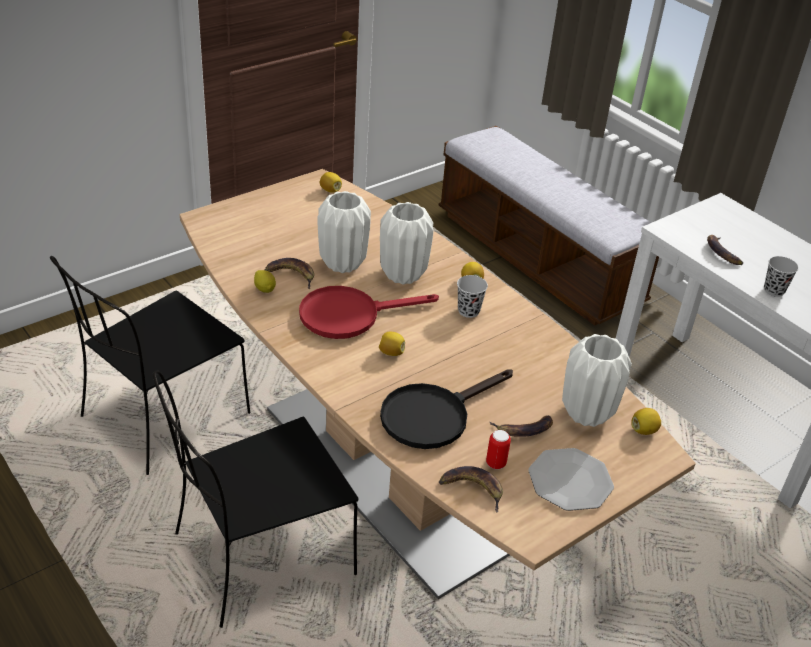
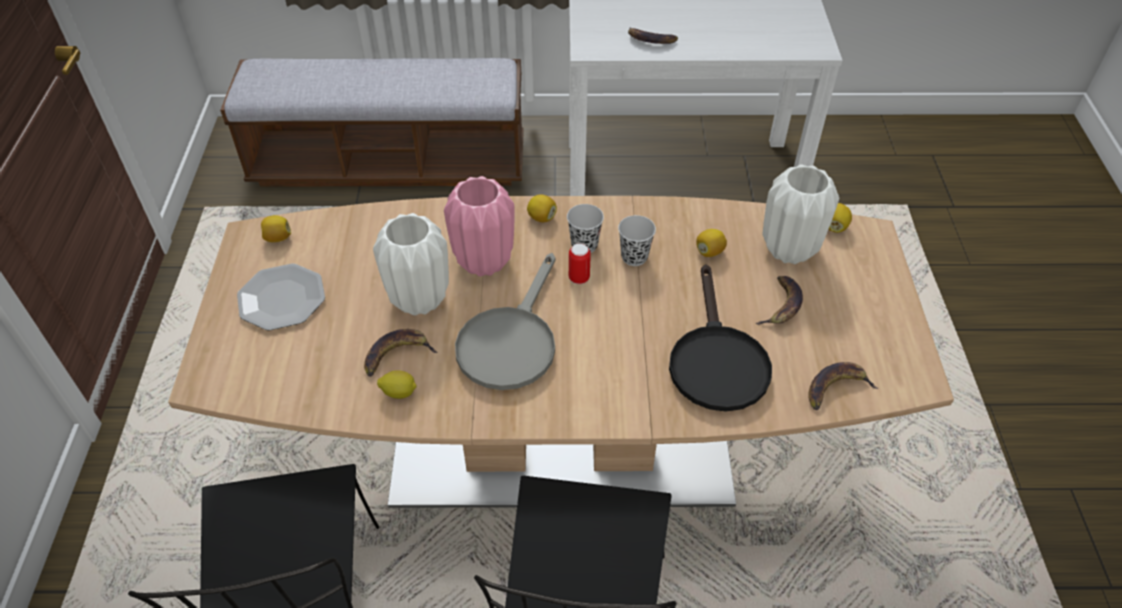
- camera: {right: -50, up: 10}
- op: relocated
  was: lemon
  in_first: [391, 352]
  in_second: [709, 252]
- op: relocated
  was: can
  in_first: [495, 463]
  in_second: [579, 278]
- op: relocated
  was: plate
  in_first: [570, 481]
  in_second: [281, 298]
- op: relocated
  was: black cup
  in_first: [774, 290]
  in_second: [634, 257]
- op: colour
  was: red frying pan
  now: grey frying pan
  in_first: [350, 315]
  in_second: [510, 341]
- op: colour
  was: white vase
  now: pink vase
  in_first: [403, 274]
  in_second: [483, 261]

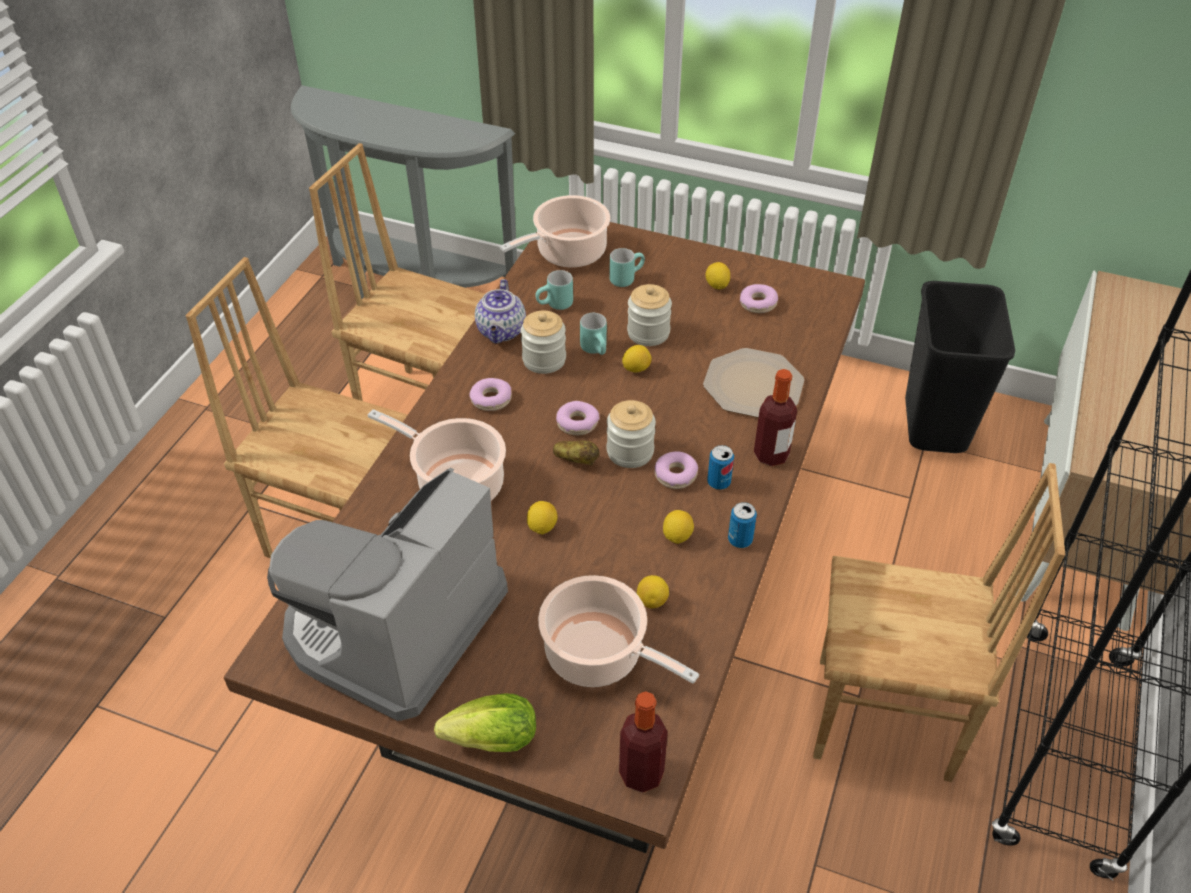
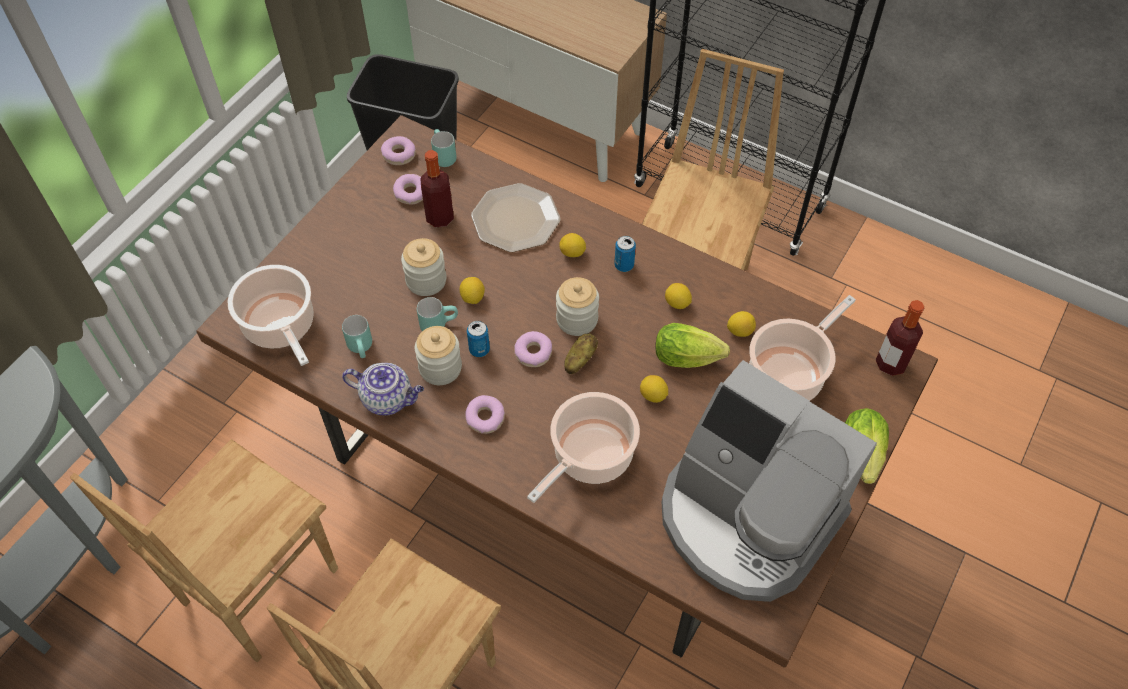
- camera: {right: -80, up: 10}
- op: appeared
  now: lettuce
  in_second: [690, 358]
- op: relocated
  was: turquoise mug
  in_first: [625, 278]
  in_second: [441, 156]
- op: relocated
  was: donut
  in_first: [675, 475]
  in_second: [399, 155]
- op: relocated
  was: lemon
  in_first: [717, 285]
  in_second: [572, 253]
- op: relocated
  was: can
  in_first: [740, 540]
  in_second: [479, 349]
- op: relocated
  was: bottle
  in_first: [771, 455]
  in_second: [440, 217]

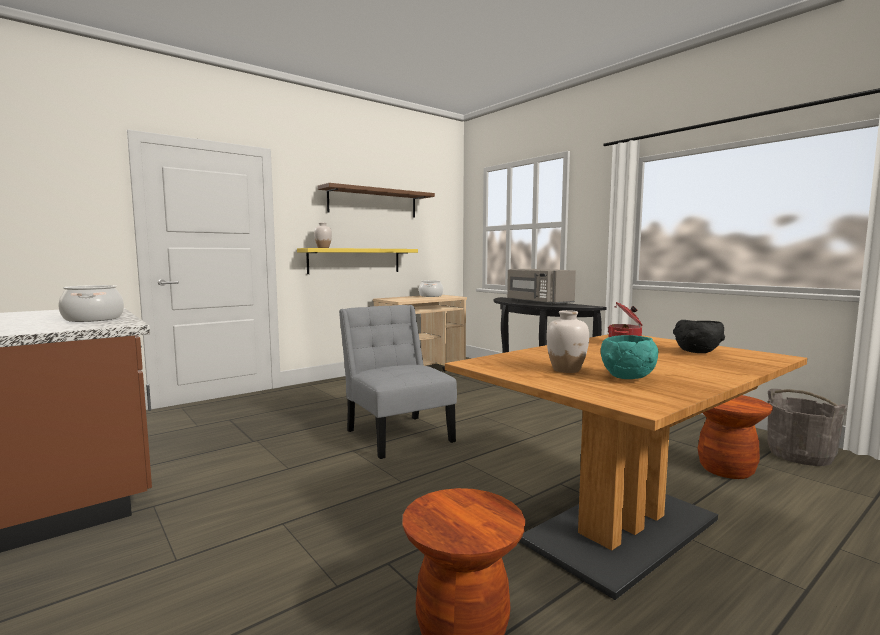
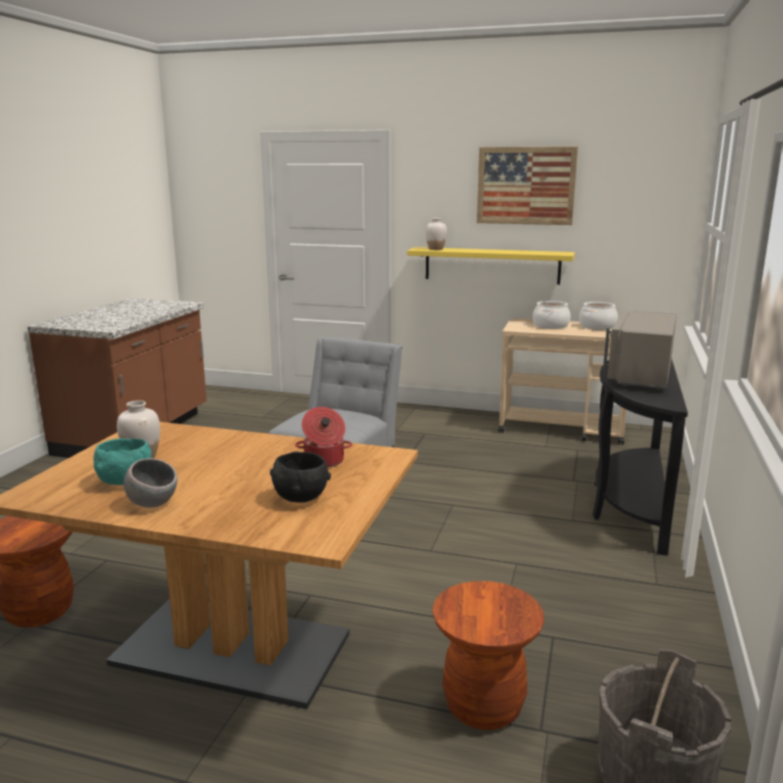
- camera: {right: 55, up: 10}
- op: appeared
  now: grey bowl
  in_second: [153, 504]
- op: relocated
  was: cooking pot
  in_first: [93, 319]
  in_second: [550, 326]
- op: exchanged
  was: brown shelf
  now: picture
  in_first: [373, 203]
  in_second: [526, 185]

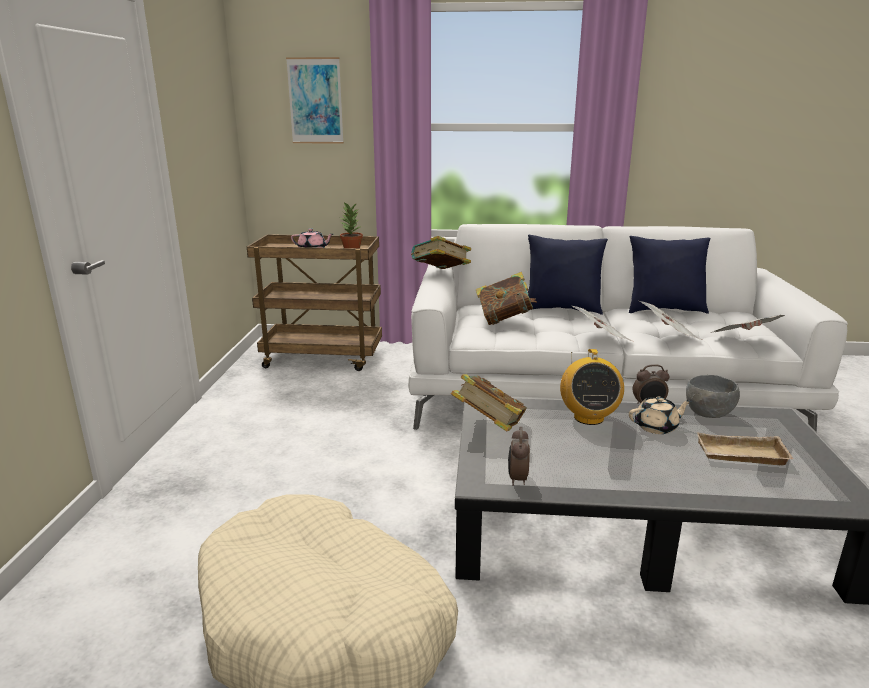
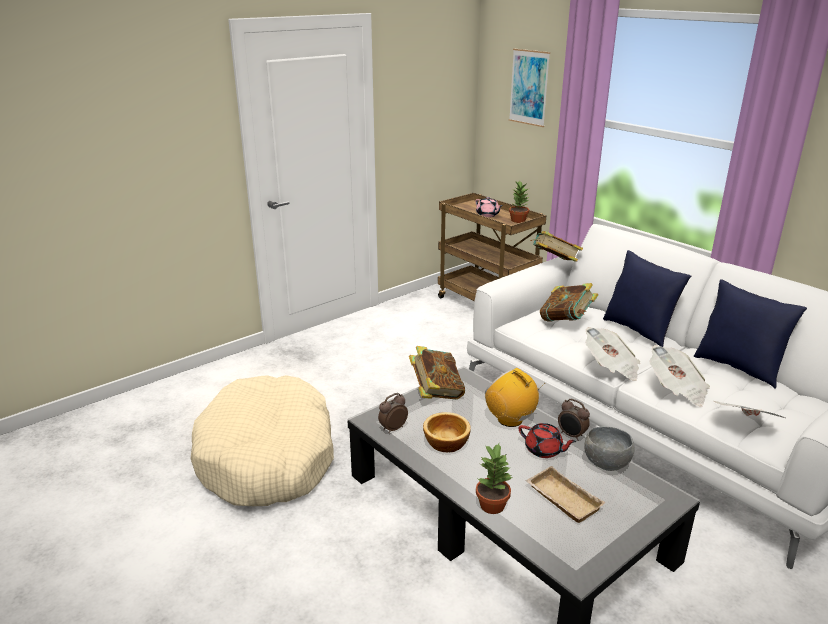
- camera: {right: 45, up: 5}
- op: appeared
  now: bowl
  in_second: [445, 442]
- op: appeared
  now: potted plant
  in_second: [492, 505]
- op: colour
  was: beige teapot
  now: red teapot
  in_first: [657, 427]
  in_second: [544, 450]
- op: spun
  was: radio
  in_first: [588, 417]
  in_second: [510, 419]
  clockwise: 90

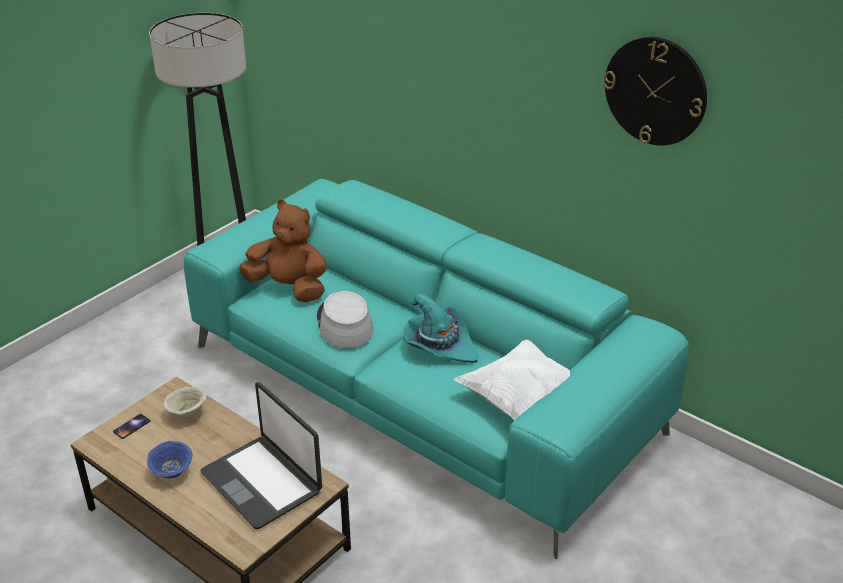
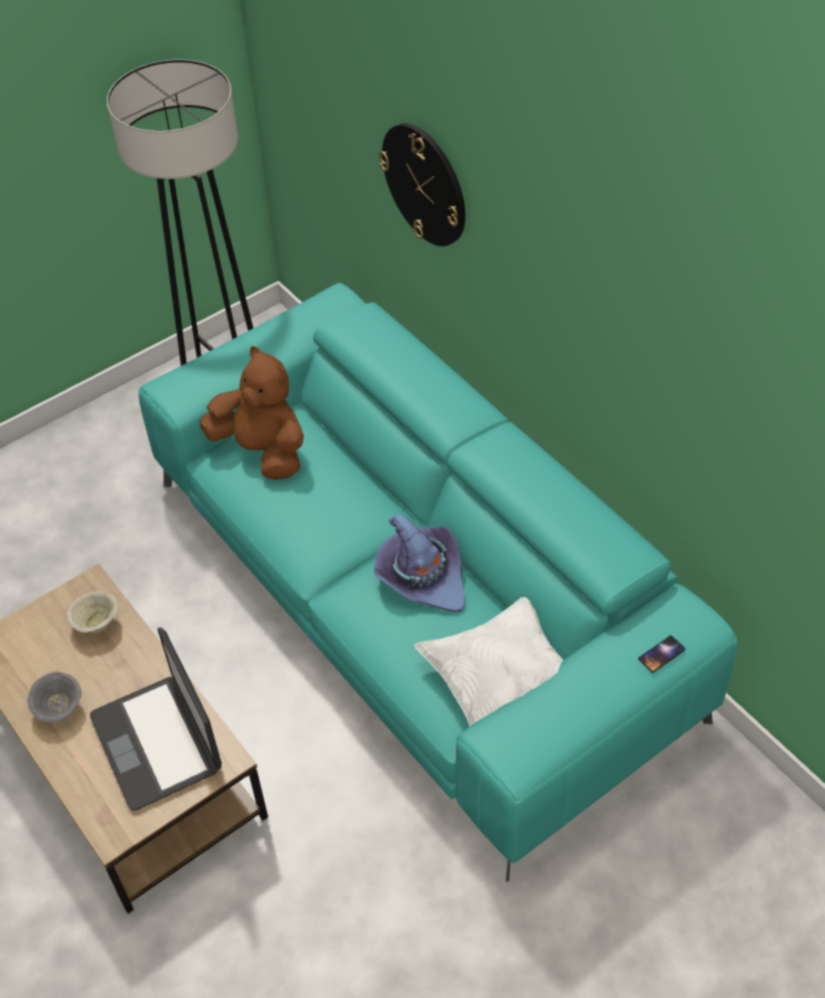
- camera: {right: 15, up: 15}
- op: missing
  was: grey hat
  in_first: [344, 324]
- op: relocated
  was: phone
  in_first: [131, 426]
  in_second: [661, 654]
- op: relocated
  was: wall clock
  in_first: [655, 91]
  in_second: [425, 184]
- op: colour
  was: blue bowl
  now: grey bowl
  in_first: [172, 472]
  in_second: [60, 708]
- op: colour
  was: turquoise hat
  now: purple hat
  in_first: [439, 345]
  in_second: [422, 576]

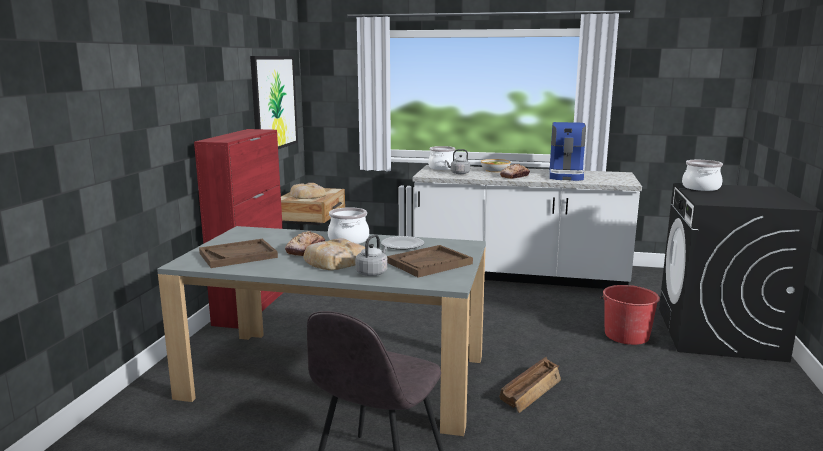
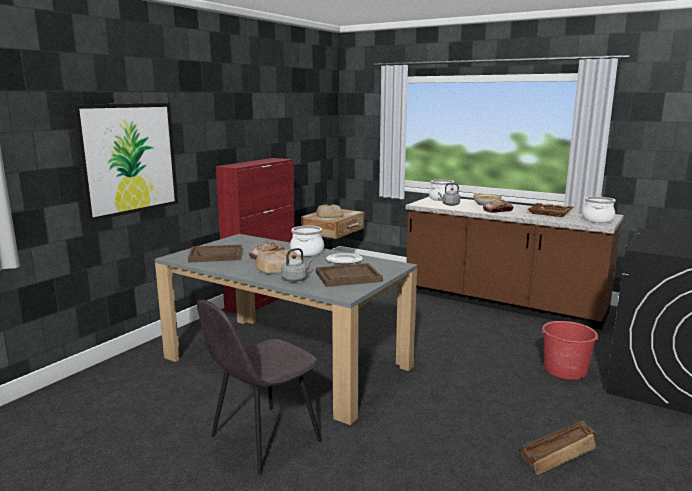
- camera: {right: 20, up: 0}
- op: relocated
  was: picture
  in_first: [274, 103]
  in_second: [128, 158]
- op: relocated
  was: crate
  in_first: [532, 390]
  in_second: [560, 453]
- op: relocated
  was: cooking pot
  in_first: [700, 188]
  in_second: [597, 220]
- op: exchanged
  was: coffee machine
  now: brown tray
  in_first: [566, 175]
  in_second: [550, 213]
- op: colour
  was: white counter
  now: brown counter
  in_first: [519, 275]
  in_second: [502, 303]

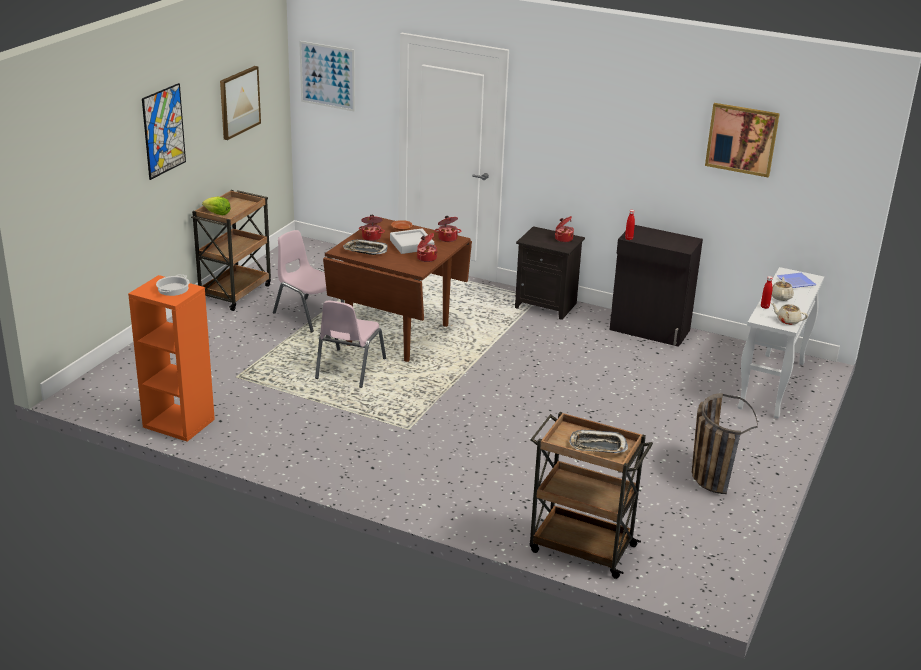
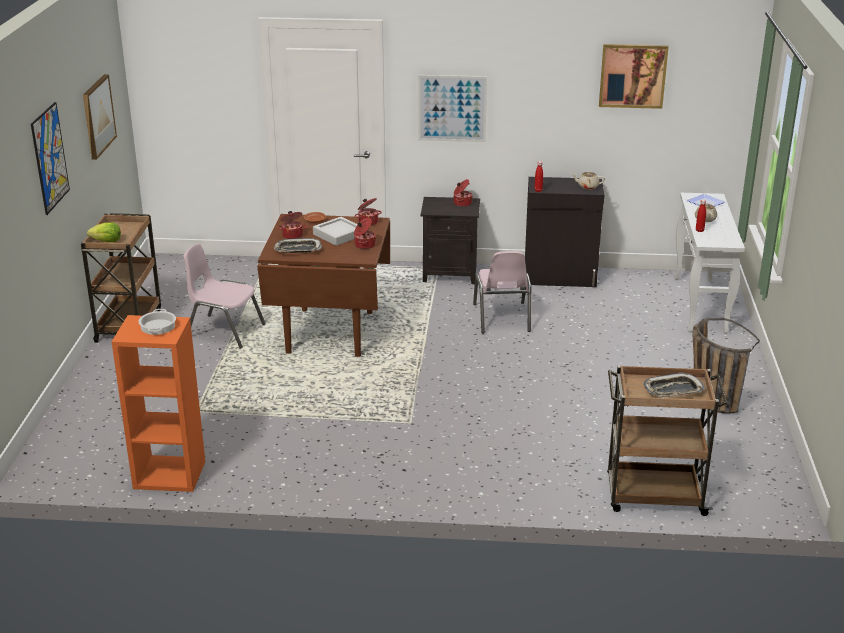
- camera: {right: -20, up: 0}
- op: relocated
  was: picture
  in_first: [327, 76]
  in_second: [452, 108]
- op: relocated
  was: pink chair
  in_first: [349, 368]
  in_second: [502, 318]
- op: relocated
  was: beige teapot
  in_first: [787, 321]
  in_second: [587, 186]

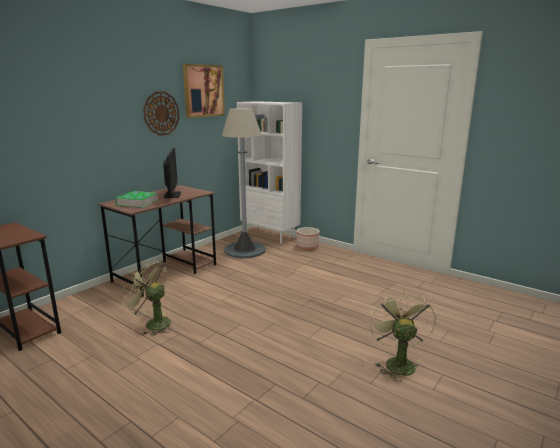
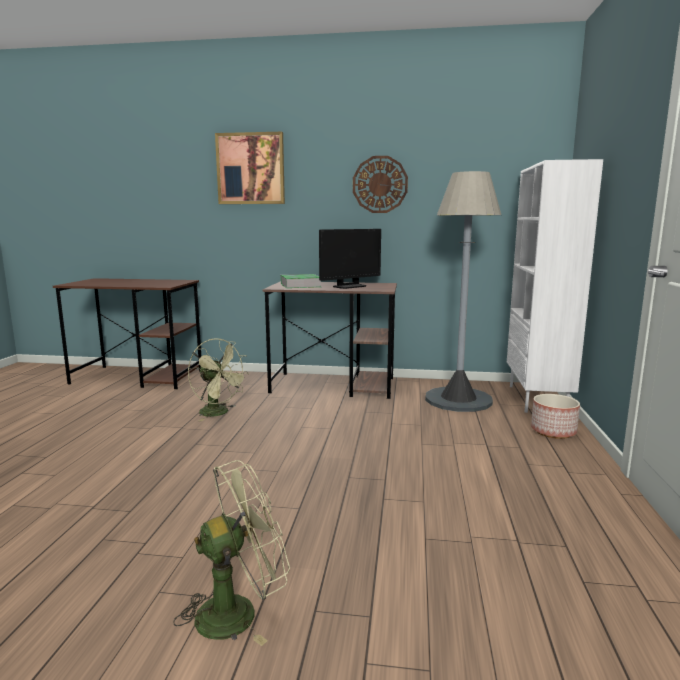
- camera: {right: 60, up: -5}
- op: relocated
  was: picture
  in_first: [203, 91]
  in_second: [251, 169]
- op: spun
  was: green fan
  in_first: [153, 323]
  in_second: [219, 413]
  clockwise: 135

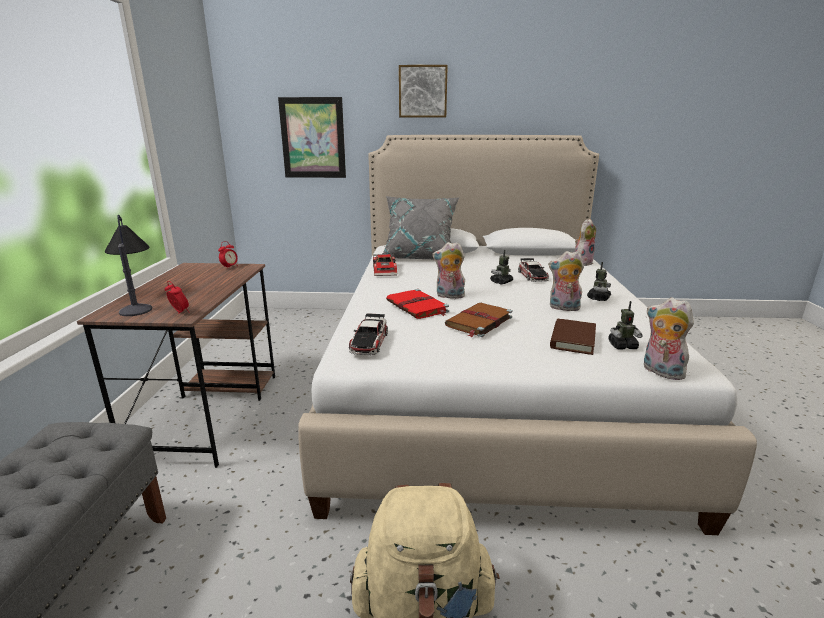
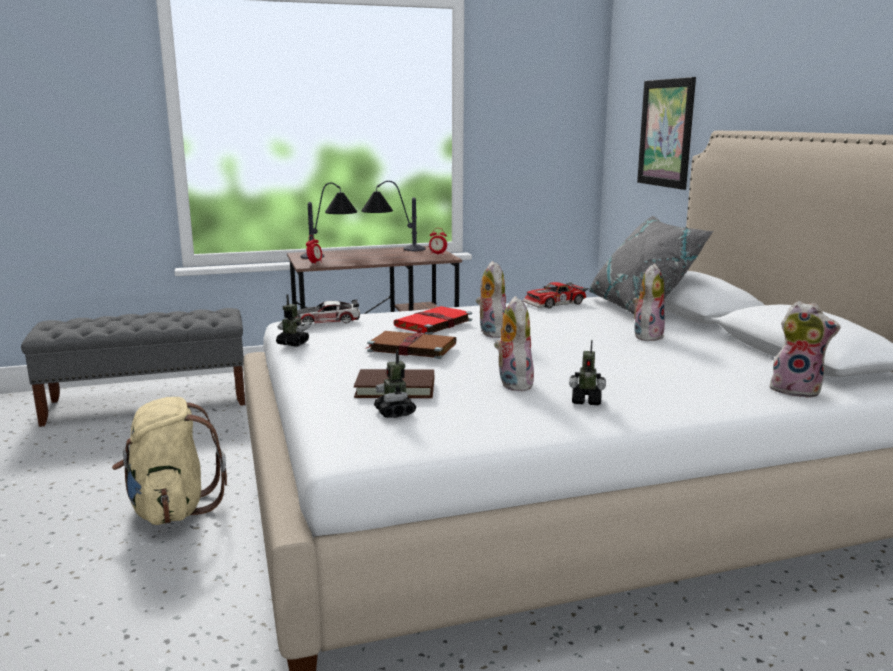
- camera: {right: 70, up: -5}
- op: missing
  was: picture
  in_first: [423, 91]
- op: missing
  was: toy car
  in_first: [532, 276]
- op: appeared
  now: table lamp
  in_second: [391, 249]
- op: relocated
  was: toy robot
  in_first: [501, 282]
  in_second: [293, 343]
- op: relocated
  was: plush toy
  in_first: [660, 372]
  in_second: [646, 335]

